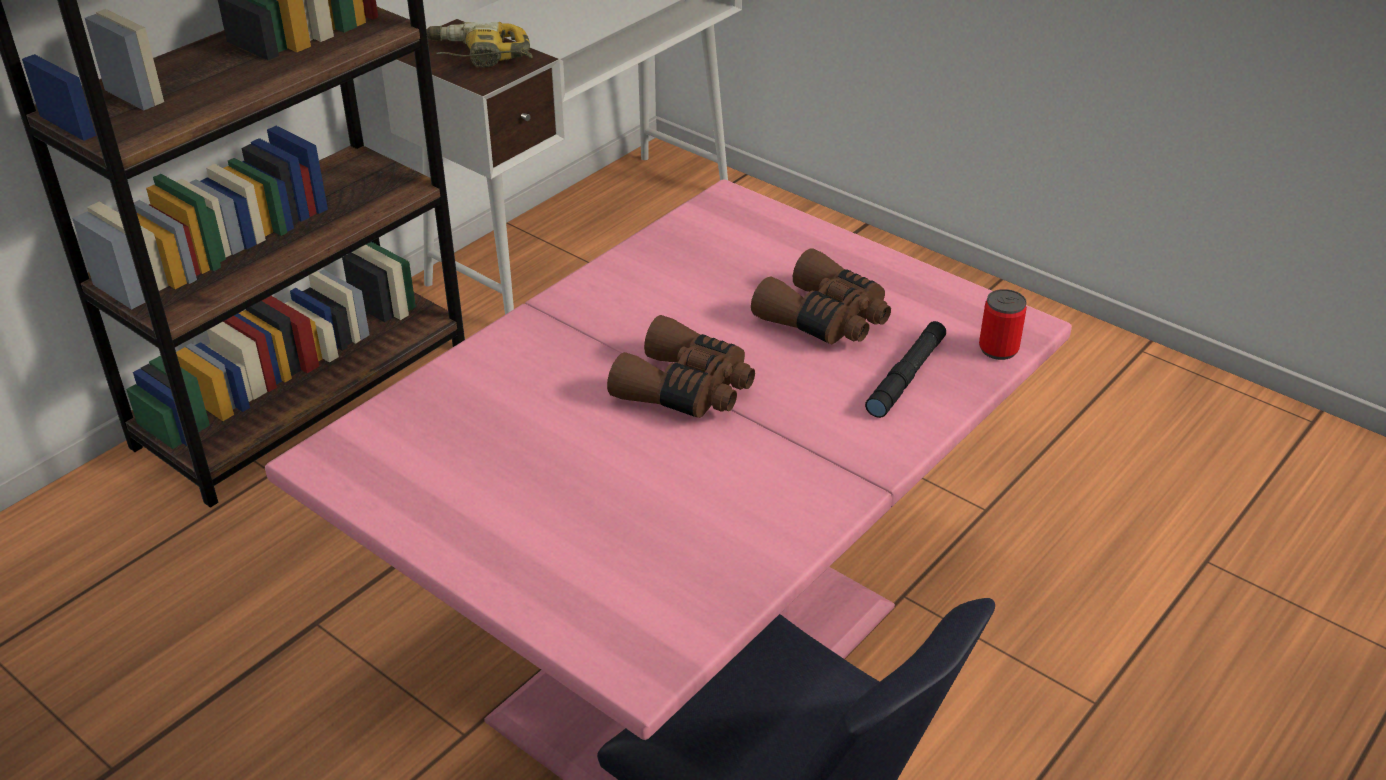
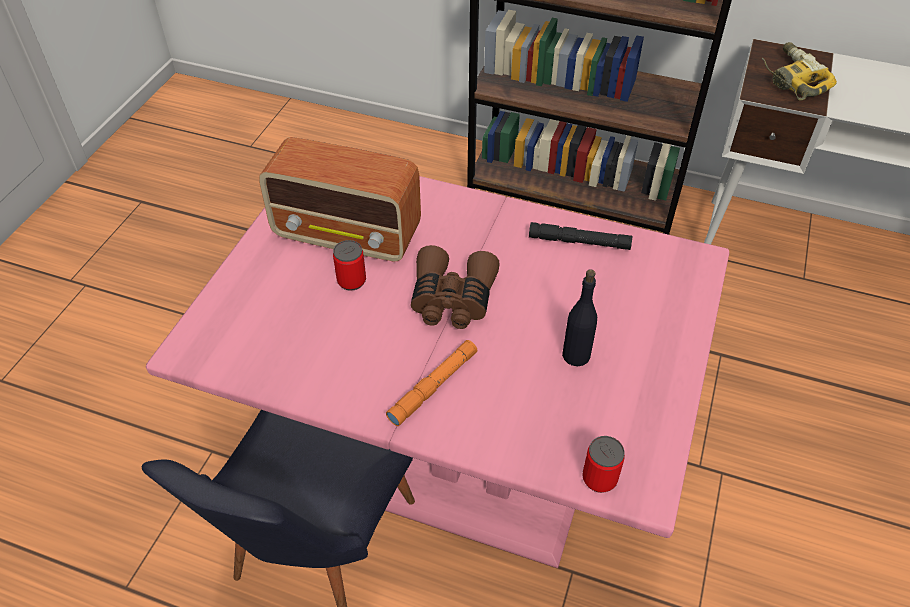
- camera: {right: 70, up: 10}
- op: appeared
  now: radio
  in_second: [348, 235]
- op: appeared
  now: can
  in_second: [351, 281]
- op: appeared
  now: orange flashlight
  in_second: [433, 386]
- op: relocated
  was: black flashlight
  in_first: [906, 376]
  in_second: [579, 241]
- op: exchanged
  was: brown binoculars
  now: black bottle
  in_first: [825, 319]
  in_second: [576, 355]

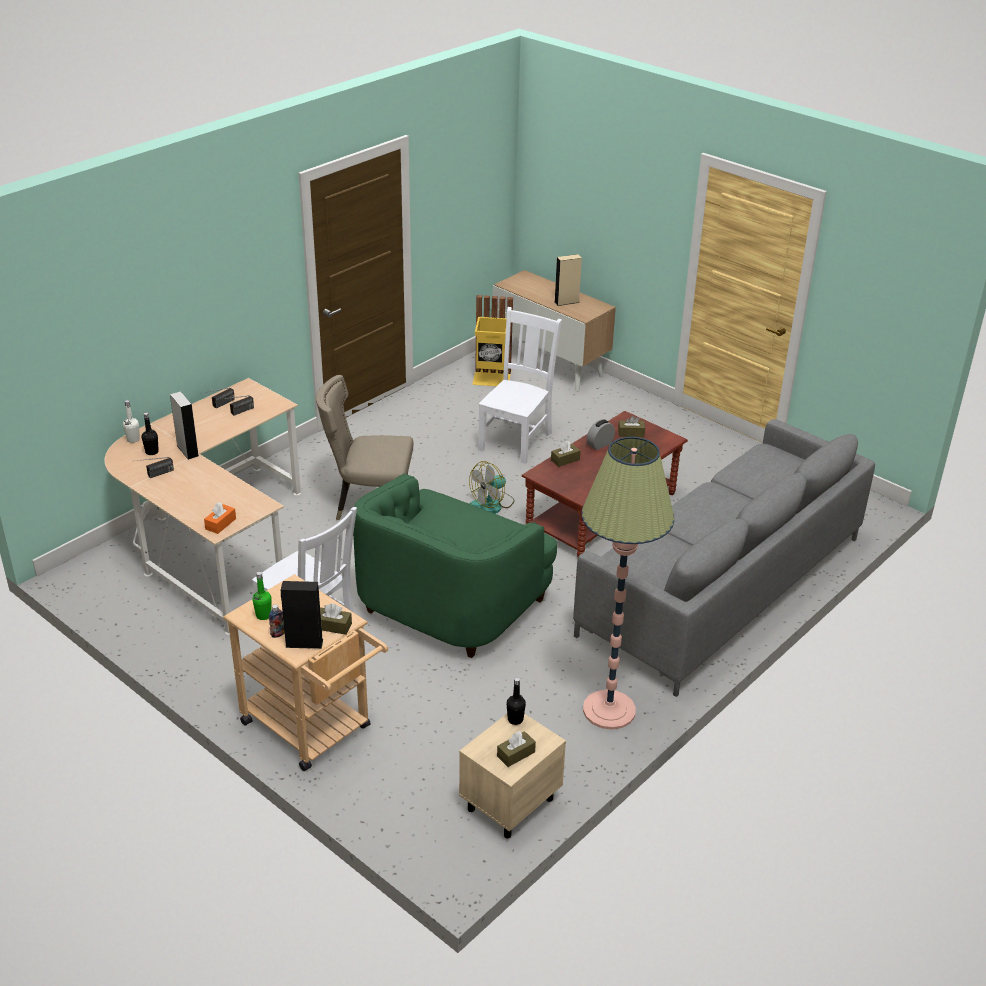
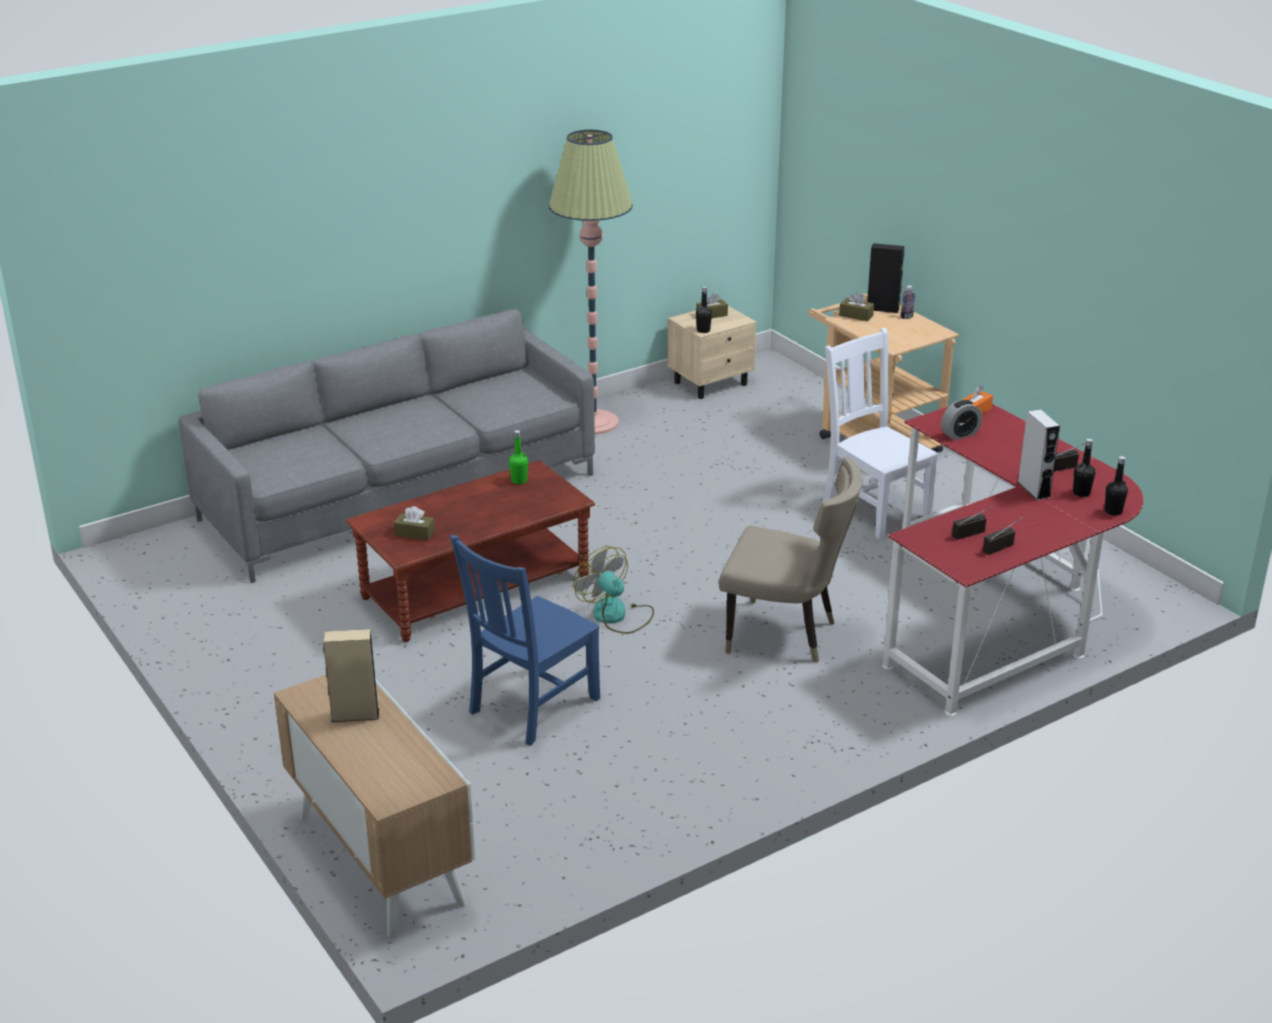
- camera: {right: -165, up: -5}
- op: missing
  was: green armchair
  in_first: [451, 603]
- op: missing
  was: yellow trash can
  in_first: [492, 379]
- op: missing
  was: brown tissue box
  in_first: [565, 460]
- op: relocated
  was: green bottle
  in_first: [263, 615]
  in_second: [519, 481]
- op: relocated
  was: alarm clock
  in_first: [600, 445]
  in_second: [960, 434]
- op: colour
  was: beige desk
  now: red desk
  in_first: [213, 544]
  in_second: [999, 612]
- op: colour
  was: white bottle
  now: black bottle
  in_first: [133, 439]
  in_second: [1113, 511]
- op: colour
  was: white chair
  now: blue chair
  in_first: [516, 440]
  in_second: [531, 707]
- op: spun
  was: fan
  in_first: [491, 504]
  in_second: [616, 616]
  clockwise: -105

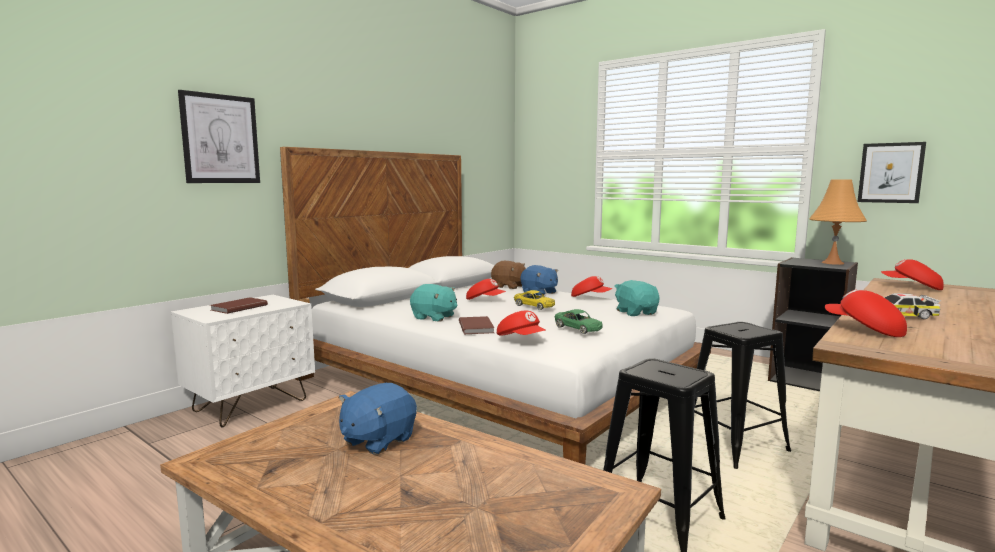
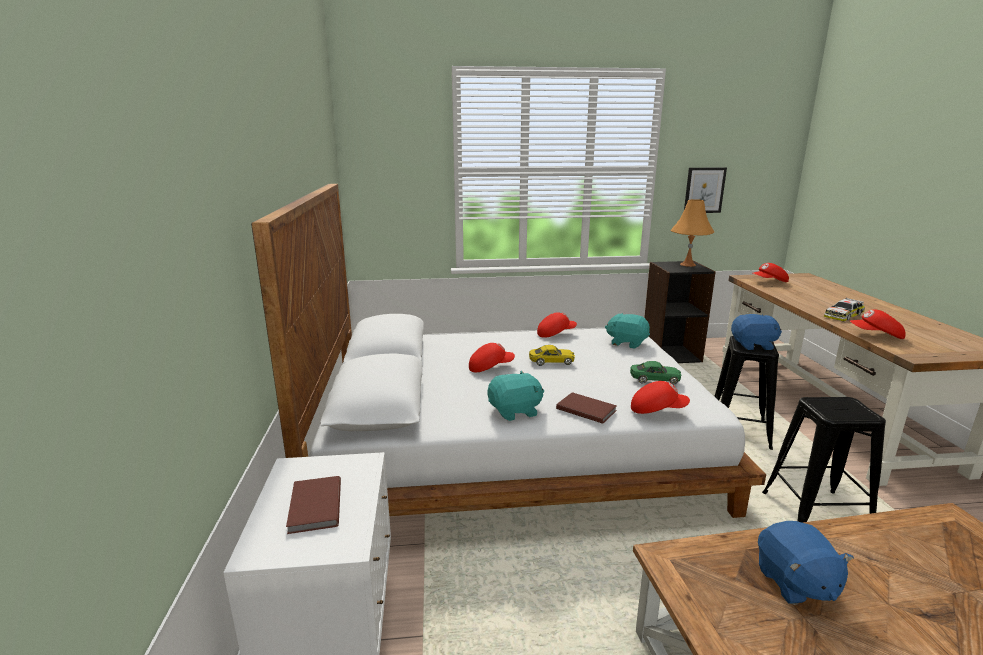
- camera: {right: -45, up: 10}
- op: missing
  was: picture
  in_first: [220, 139]
- op: missing
  was: brown plush toy
  in_first: [509, 286]
- op: relocated
  was: blue plush toy
  in_first: [539, 293]
  in_second: [753, 345]

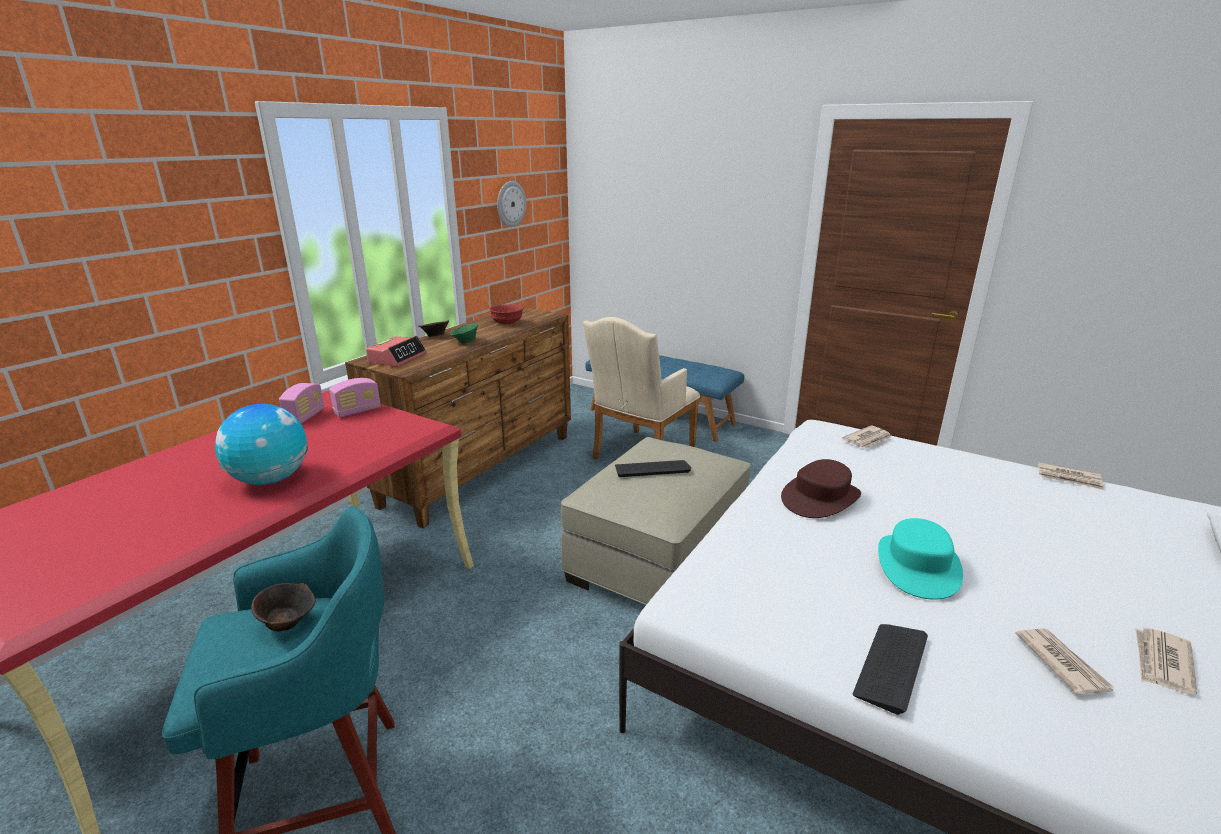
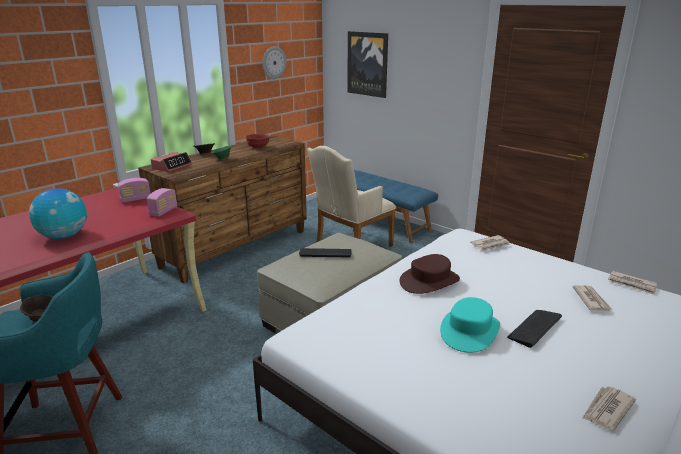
- camera: {right: 10, up: 0}
- op: appeared
  now: picture
  in_second: [367, 64]
- op: relocated
  was: radio
  in_first: [305, 417]
  in_second: [163, 211]
- op: relocated
  was: keyboard
  in_first: [891, 667]
  in_second: [534, 328]
- op: relocated
  was: newspaper
  in_first: [1061, 663]
  in_second: [591, 300]

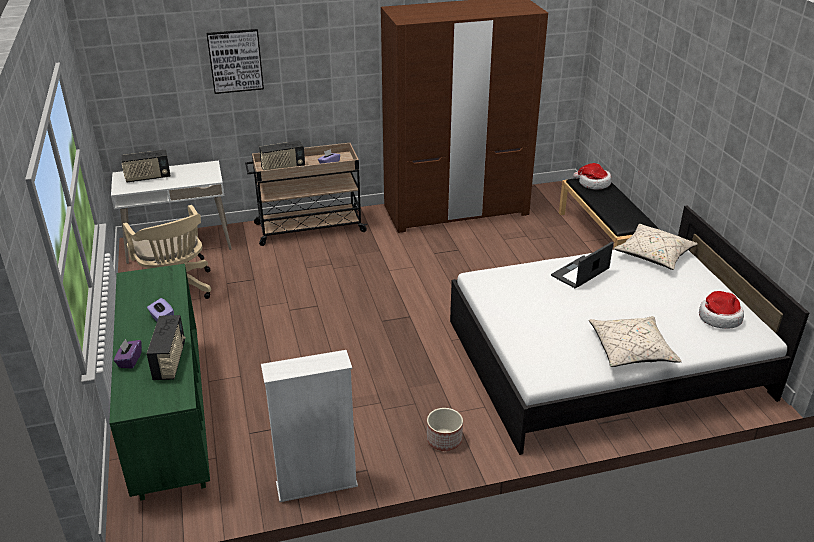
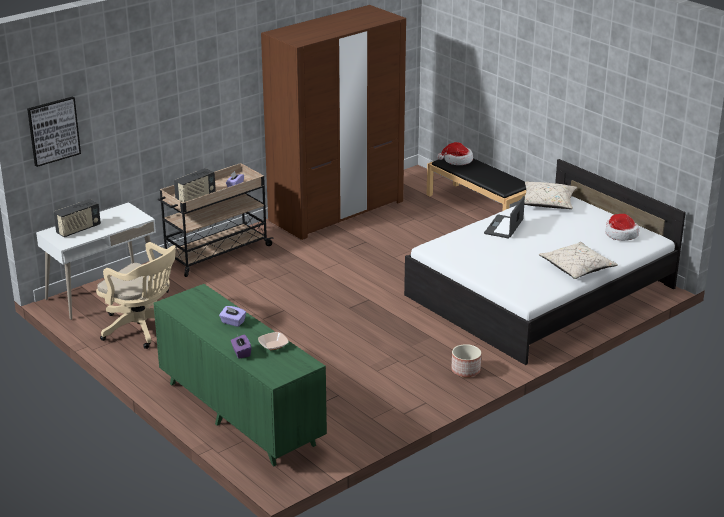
- camera: {right: -25, up: -5}
- op: missing
  was: white bookcase
  in_first: [316, 485]
- op: relocated
  was: picture
  in_first: [235, 61]
  in_second: [53, 131]
- op: exchanged
  was: radio
  now: bowl
  in_first: [170, 361]
  in_second: [273, 345]

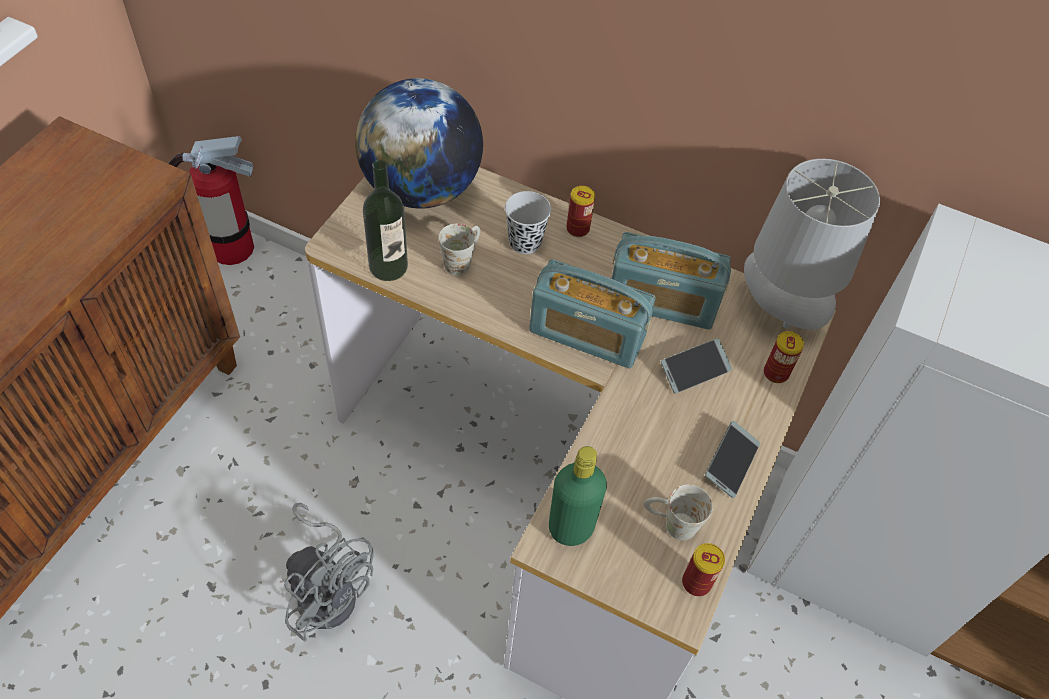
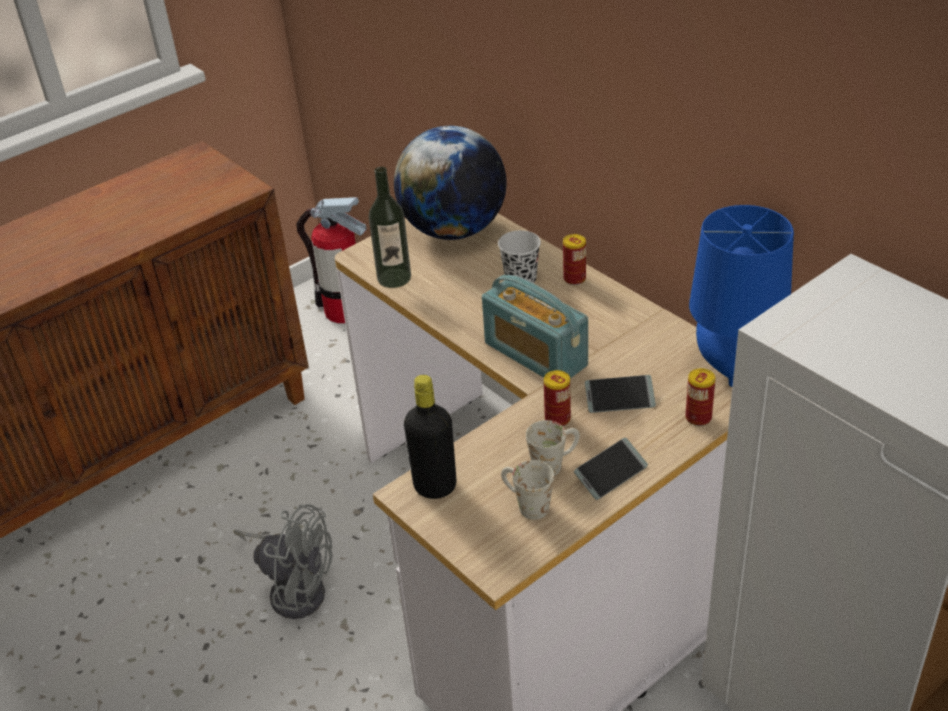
- camera: {right: 30, up: -15}
- op: missing
  was: radio
  in_first: [662, 301]
- op: relocated
  was: white mug
  in_first: [462, 260]
  in_second: [554, 463]
- op: relocated
  was: can
  in_first: [696, 583]
  in_second: [557, 419]
- op: colour
  was: green bottle
  now: black bottle
  in_first: [571, 528]
  in_second: [435, 486]
- op: colour
  was: grey table lamp
  now: blue table lamp
  in_first: [780, 312]
  in_second: [732, 373]
- op: spun
  was: grey fan
  in_first: [328, 589]
  in_second: [294, 588]
  clockwise: -45

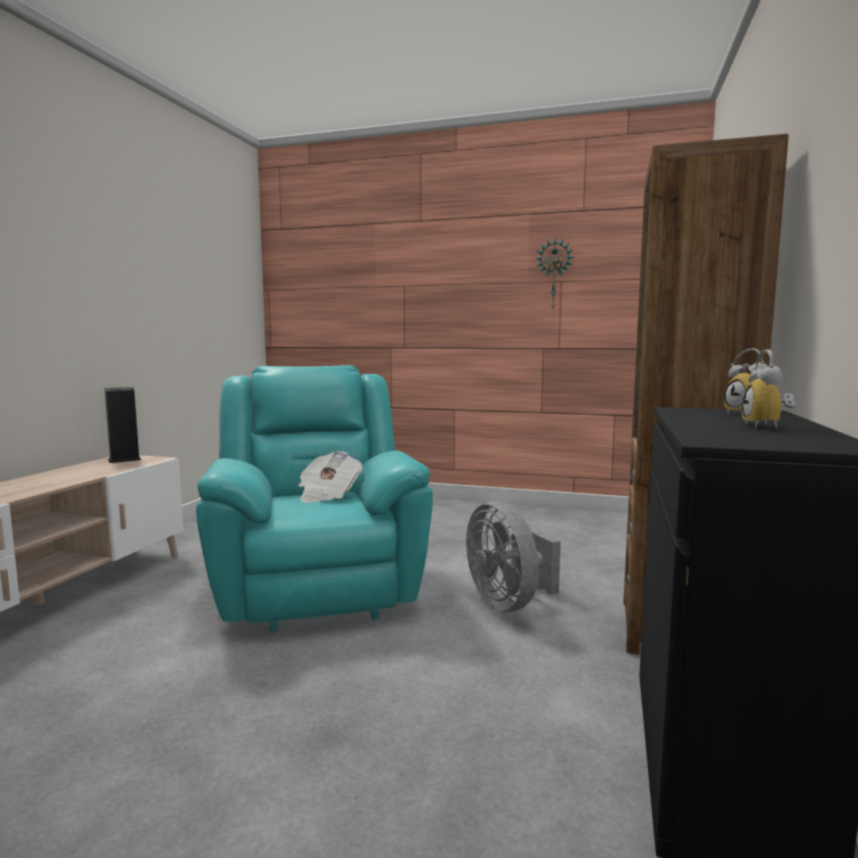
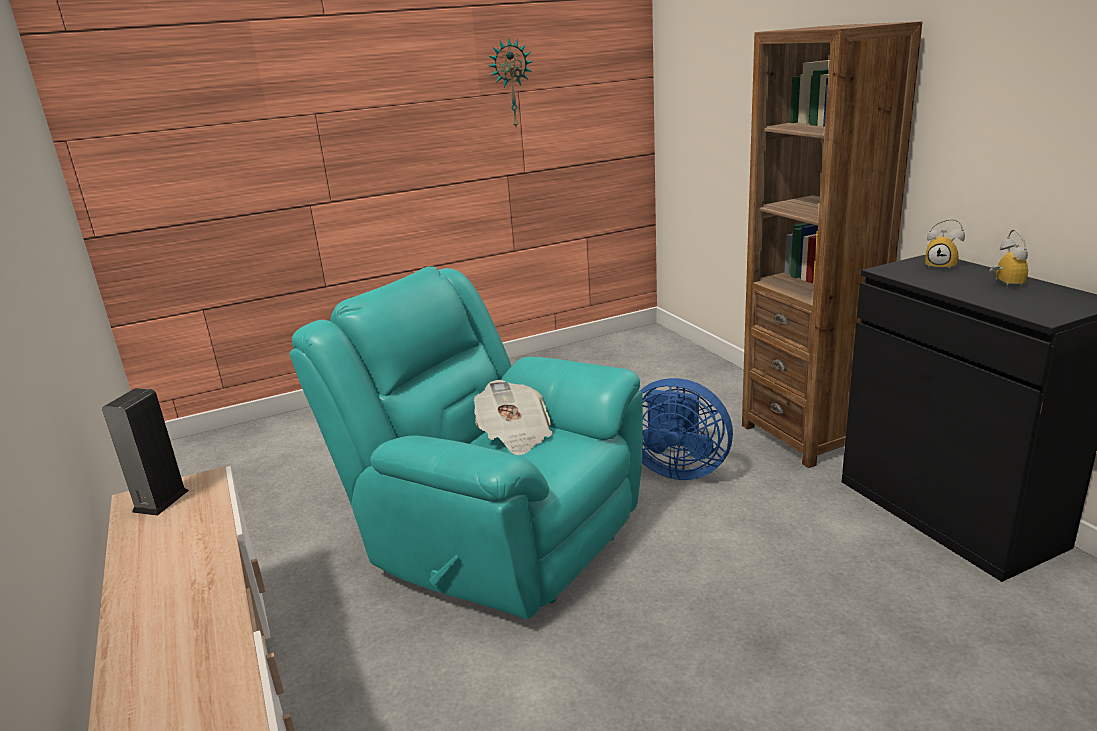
- camera: {right: -40, up: 15}
- op: colour
  was: grey fan
  now: blue fan
  in_first: [508, 603]
  in_second: [677, 468]
- op: spun
  was: alarm clock
  in_first: [768, 426]
  in_second: [1003, 284]
  clockwise: -150

